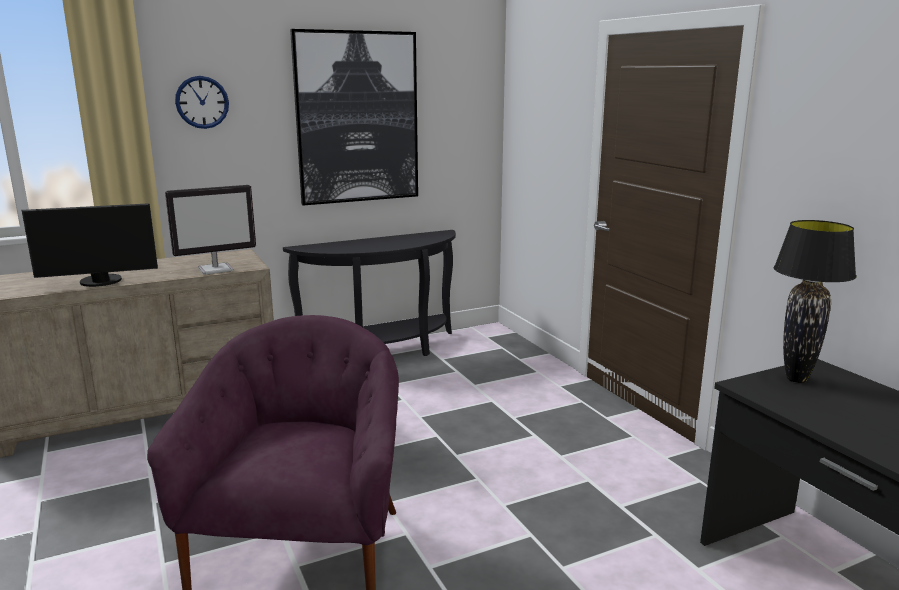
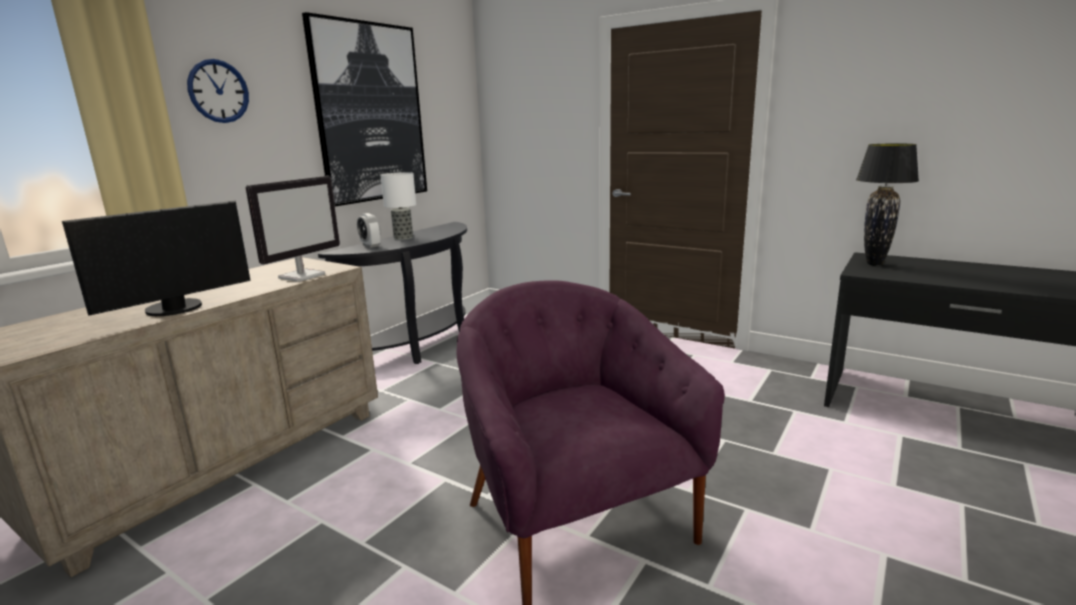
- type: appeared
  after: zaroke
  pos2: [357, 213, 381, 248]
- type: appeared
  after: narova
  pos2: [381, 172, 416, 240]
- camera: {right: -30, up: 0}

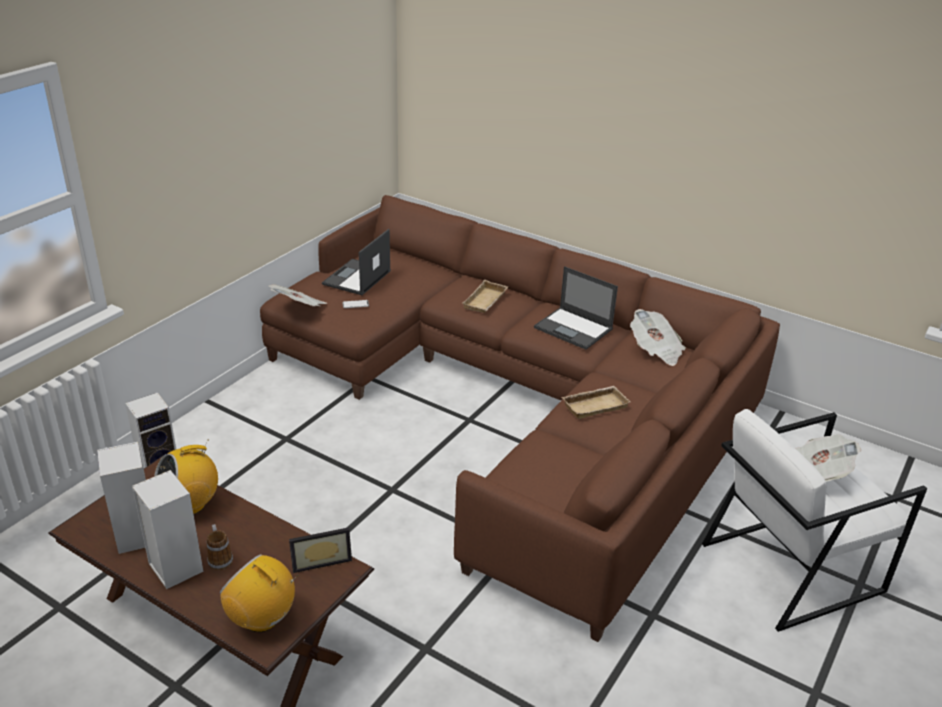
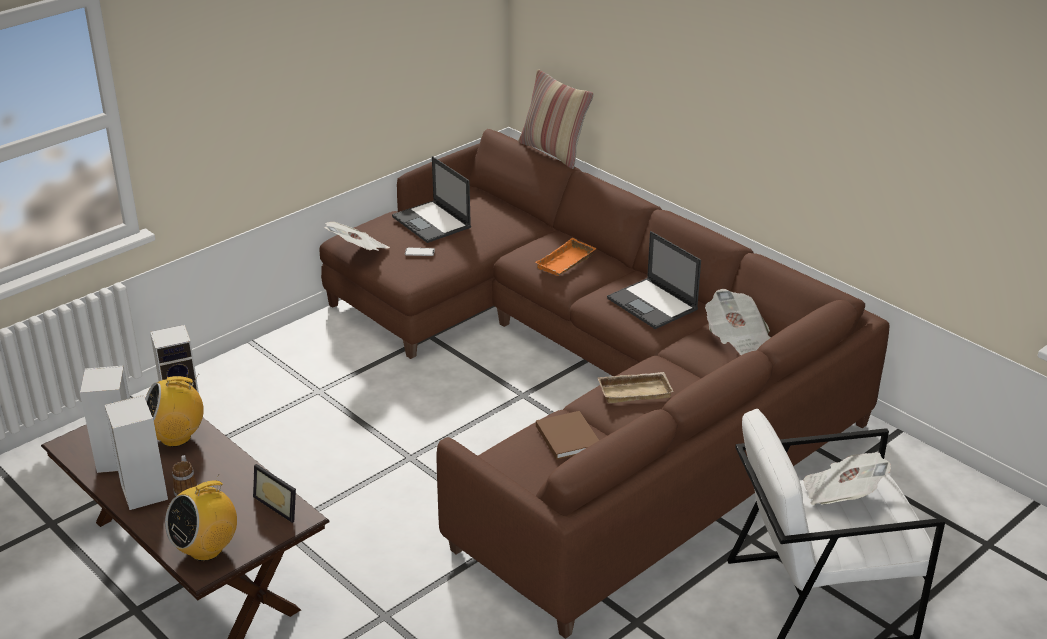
- type: spun
  before: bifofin
  pos1: [220, 554, 299, 632]
  pos2: [165, 474, 237, 561]
  turn: -90
- type: spun
  before: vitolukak
  pos1: [289, 527, 352, 573]
  pos2: [253, 464, 296, 523]
  turn: 45
- type: spun
  before: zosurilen
  pos1: [322, 229, 391, 295]
  pos2: [392, 156, 471, 243]
  turn: -75
- type: appeared
  after: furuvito
  pos2: [518, 69, 594, 169]
- type: colour
  before: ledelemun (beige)
  after: ledelemun (orange)
  pos1: [462, 280, 508, 313]
  pos2: [535, 238, 597, 276]
- type: appeared
  after: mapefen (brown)
  pos2: [536, 411, 599, 460]
- camera: {right: 15, up: 0}

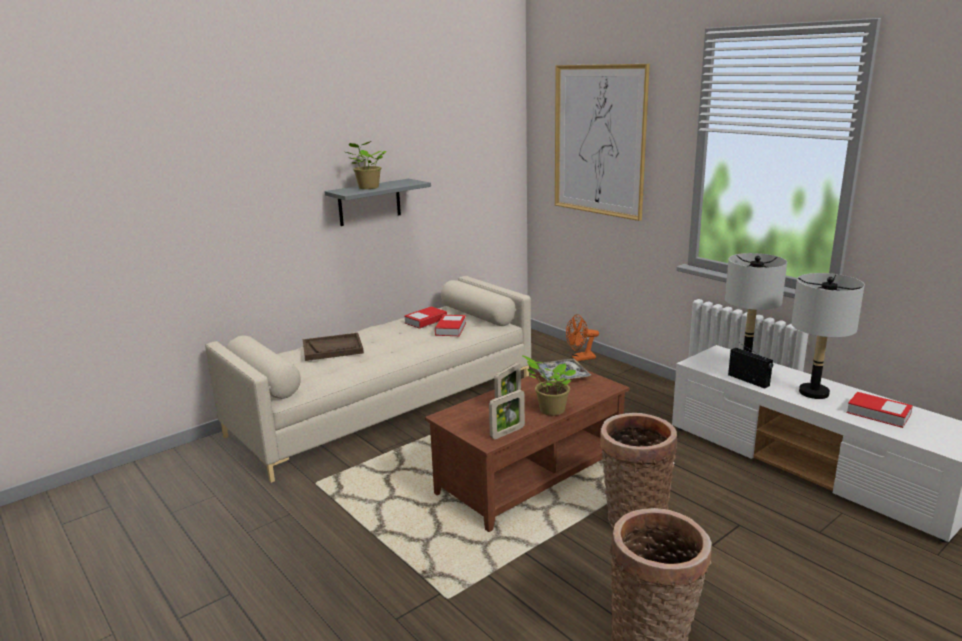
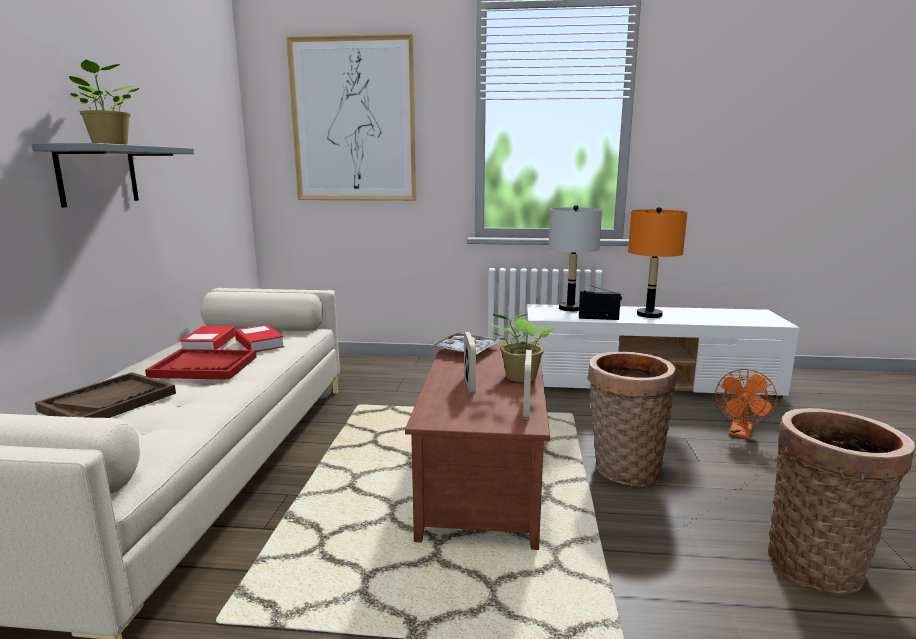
- type: appeared
  after: ledelemun (red)
  pos2: [145, 349, 256, 380]
- type: colour
  before: narova (grey)
  after: narova (orange)
  pos1: [791, 273, 865, 399]
  pos2: [628, 207, 687, 318]
- type: relocated
  before: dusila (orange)
  pos1: [566, 314, 599, 361]
  pos2: [715, 369, 777, 439]
- type: missing
  before: mapefen
  pos1: [847, 392, 913, 428]
- camera: {right: -45, up: -5}

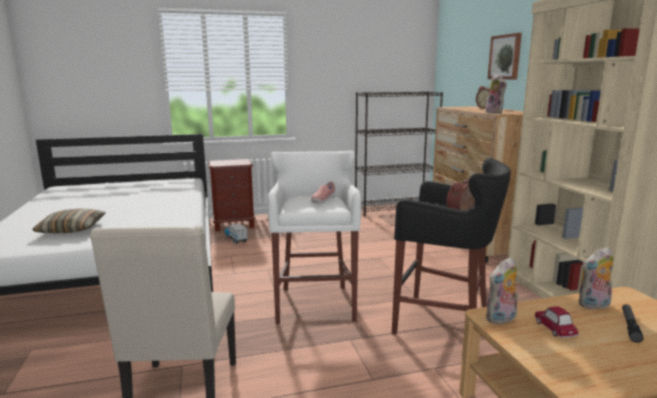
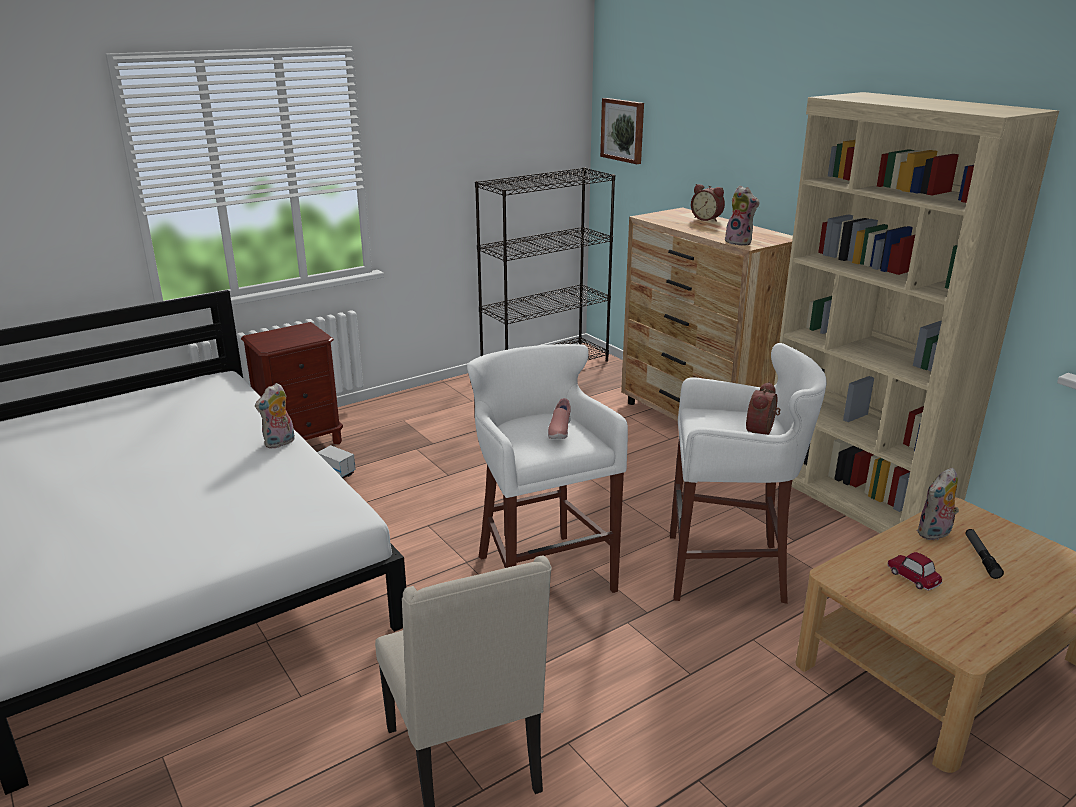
- type: relocated
  before: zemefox
  pos1: [485, 257, 519, 324]
  pos2: [255, 383, 295, 449]
- type: relocated
  before: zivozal
  pos1: [488, 33, 522, 79]
  pos2: [600, 98, 644, 164]
- type: colour
  before: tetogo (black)
  after: tetogo (white)
  pos1: [392, 158, 511, 335]
  pos2: [670, 343, 827, 604]
- type: missing
  before: furuvito
  pos1: [32, 208, 106, 233]
- camera: {right: -20, up: 10}

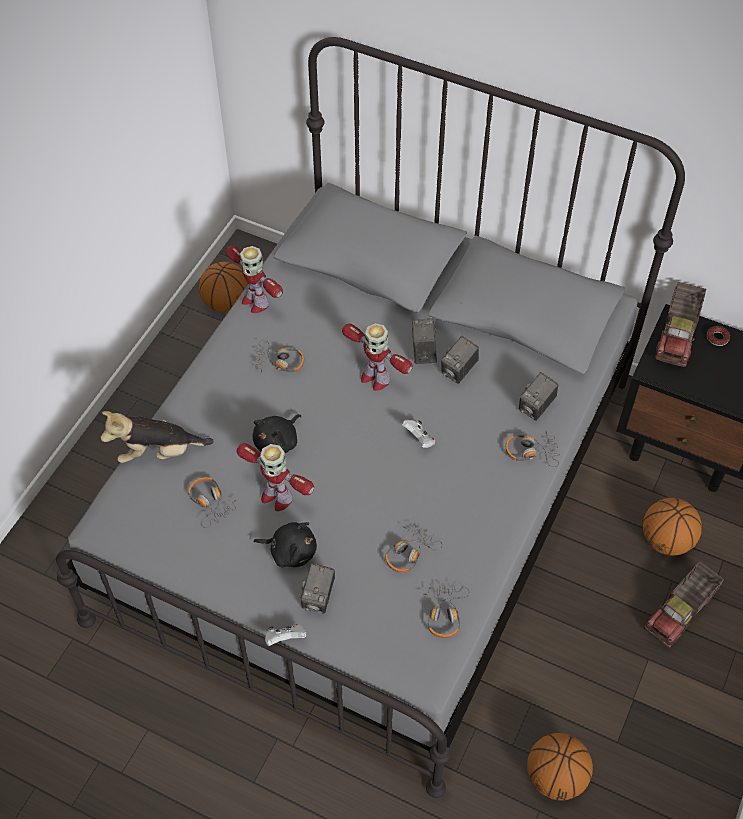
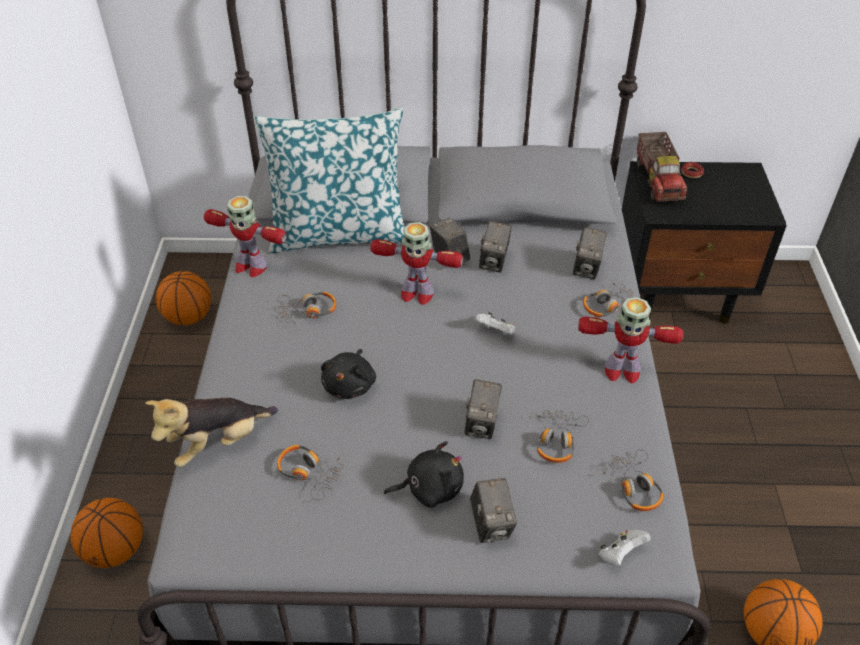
- type: relocated
  before: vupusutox
  pos1: [643, 498, 702, 556]
  pos2: [71, 498, 143, 568]
- type: appeared
  after: furuvito
  pos2: [254, 108, 404, 254]
- type: appeared
  after: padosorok
  pos2: [464, 379, 502, 439]
- type: relocated
  before: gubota
  pos1: [237, 443, 314, 511]
  pos2: [578, 297, 683, 383]
- type: relocated
  before: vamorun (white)
  pos1: [265, 623, 306, 646]
  pos2: [599, 530, 651, 566]
- type: missing
  before: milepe
  pos1: [644, 561, 724, 648]
- camera: {right: -25, up: -10}

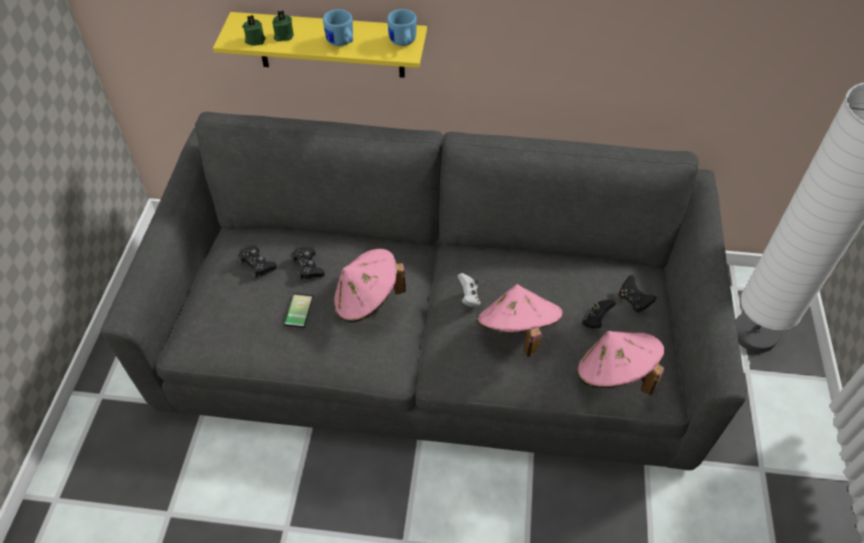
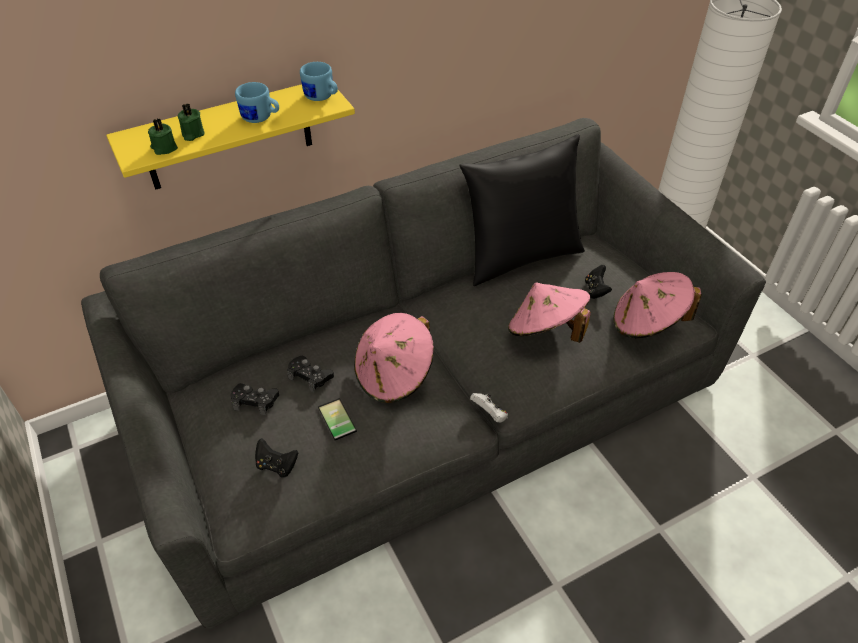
- type: relocated
  before: vamorun (black)
  pos1: [619, 275, 656, 312]
  pos2: [255, 438, 298, 478]
- type: appeared
  after: furuvito (black)
  pos2: [459, 134, 585, 286]
- type: relocated
  before: vamorun (white)
  pos1: [458, 273, 481, 307]
  pos2: [470, 393, 508, 423]
- camera: {right: -35, up: -5}

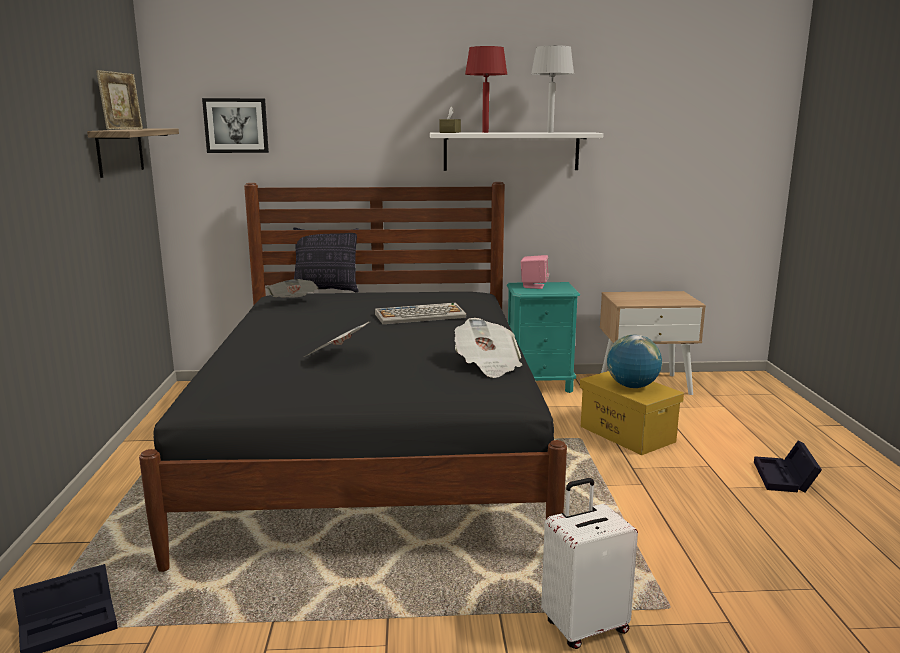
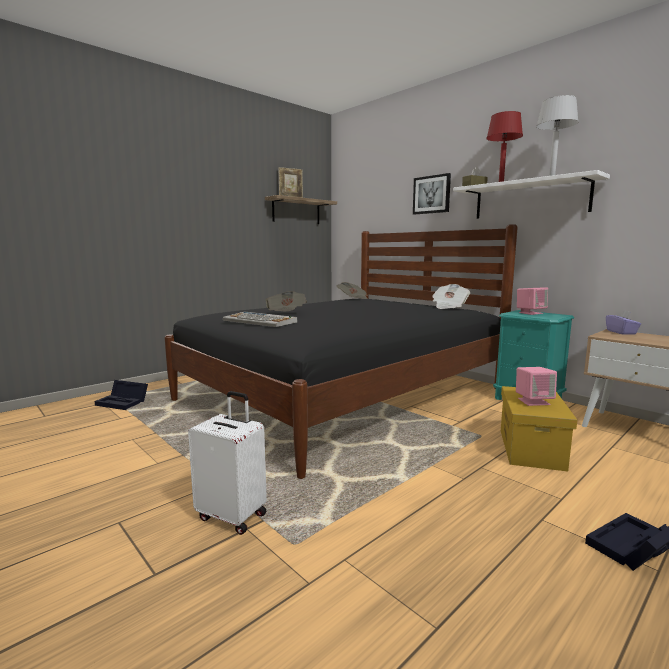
- type: relocated
  before: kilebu
  pos1: [375, 303, 466, 324]
  pos2: [223, 311, 297, 327]
- type: relocated
  before: zivozal
  pos1: [202, 98, 269, 153]
  pos2: [413, 173, 451, 215]
- type: relocated
  before: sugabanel
  pos1: [454, 318, 522, 378]
  pos2: [432, 284, 470, 309]
- type: exchanged
  before: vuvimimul
  after: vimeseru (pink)
  pos1: [607, 335, 662, 388]
  pos2: [516, 367, 557, 406]
- type: appeared
  after: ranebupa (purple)
  pos2: [606, 310, 641, 334]
- type: missing
  before: furuvito
  pos1: [293, 227, 359, 293]
- camera: {right: 50, up: -5}

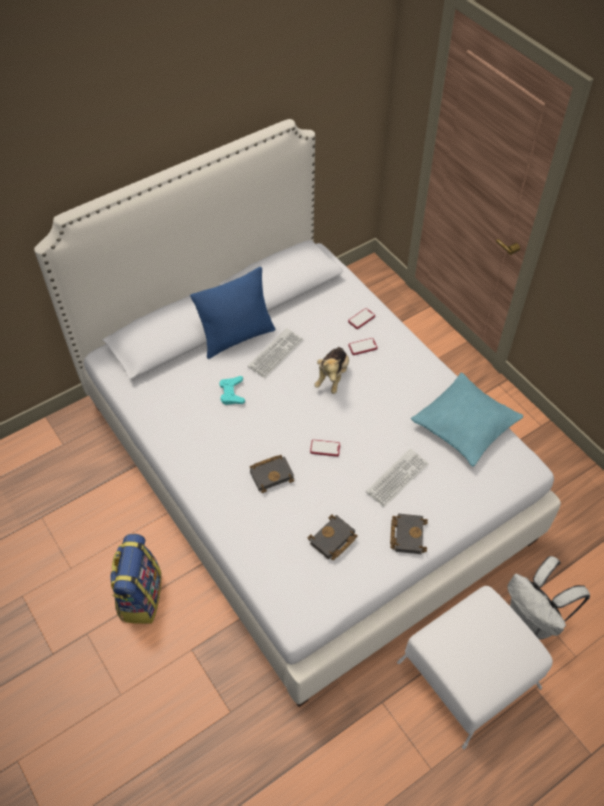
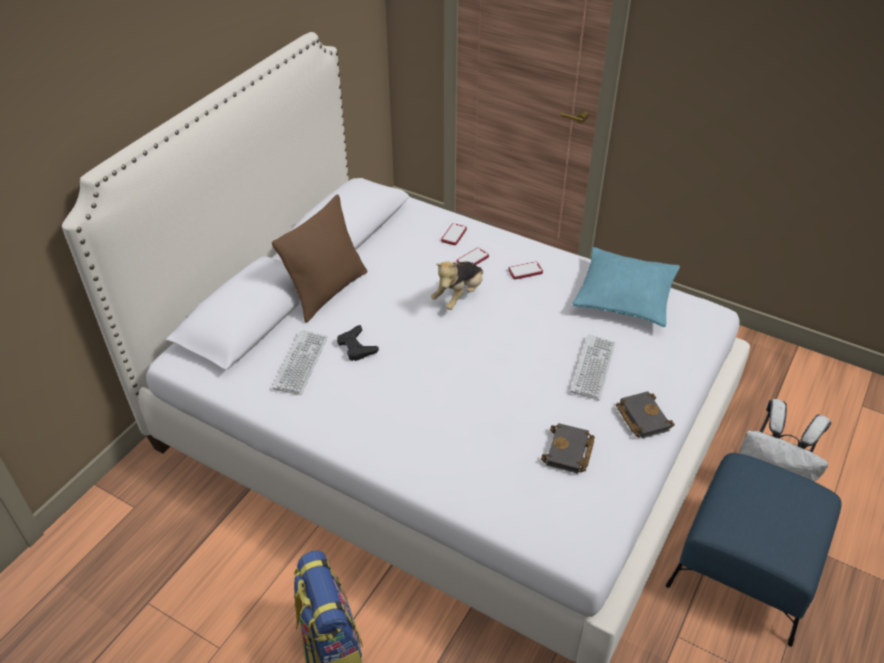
- type: colour
  before: furuvito (blue)
  after: furuvito (brown)
  pos1: [190, 267, 276, 359]
  pos2: [272, 194, 367, 322]
- type: relocated
  before: kilebu
  pos1: [248, 328, 303, 378]
  pos2: [273, 330, 328, 395]
- type: colour
  before: vamorun (turquoise)
  after: vamorun (black)
  pos1: [219, 376, 245, 405]
  pos2: [337, 325, 379, 361]
- type: spun
  before: zemefox
  pos1: [314, 347, 349, 394]
  pos2: [431, 261, 483, 310]
  turn: 45
- type: relocated
  before: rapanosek
  pos1: [310, 439, 340, 457]
  pos2: [508, 262, 543, 280]
- type: colour
  before: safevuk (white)
  after: safevuk (blue)
  pos1: [397, 586, 553, 749]
  pos2: [666, 453, 842, 647]
- type: missing
  before: mapefen (black)
  pos1: [250, 455, 294, 493]
- camera: {right: -25, up: -10}

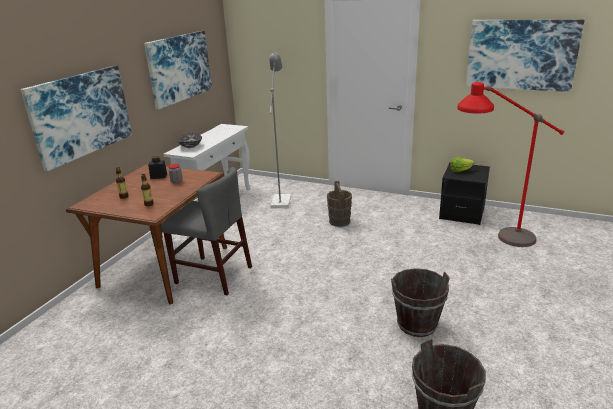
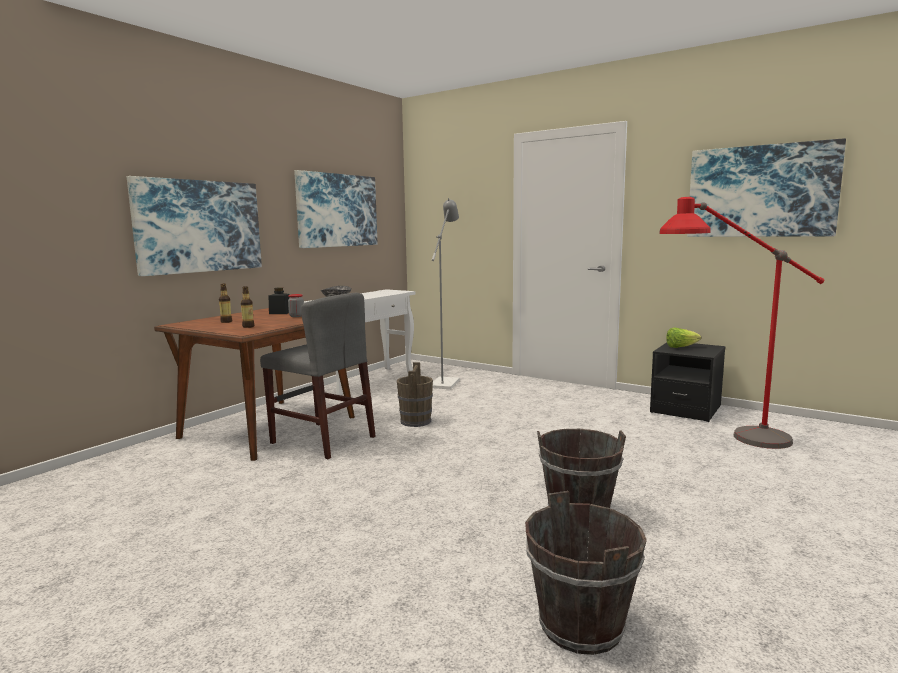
- type: relocated
  before: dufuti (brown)
  pos1: [327, 181, 352, 227]
  pos2: [397, 362, 433, 427]
- camera: {right: 10, up: -15}

